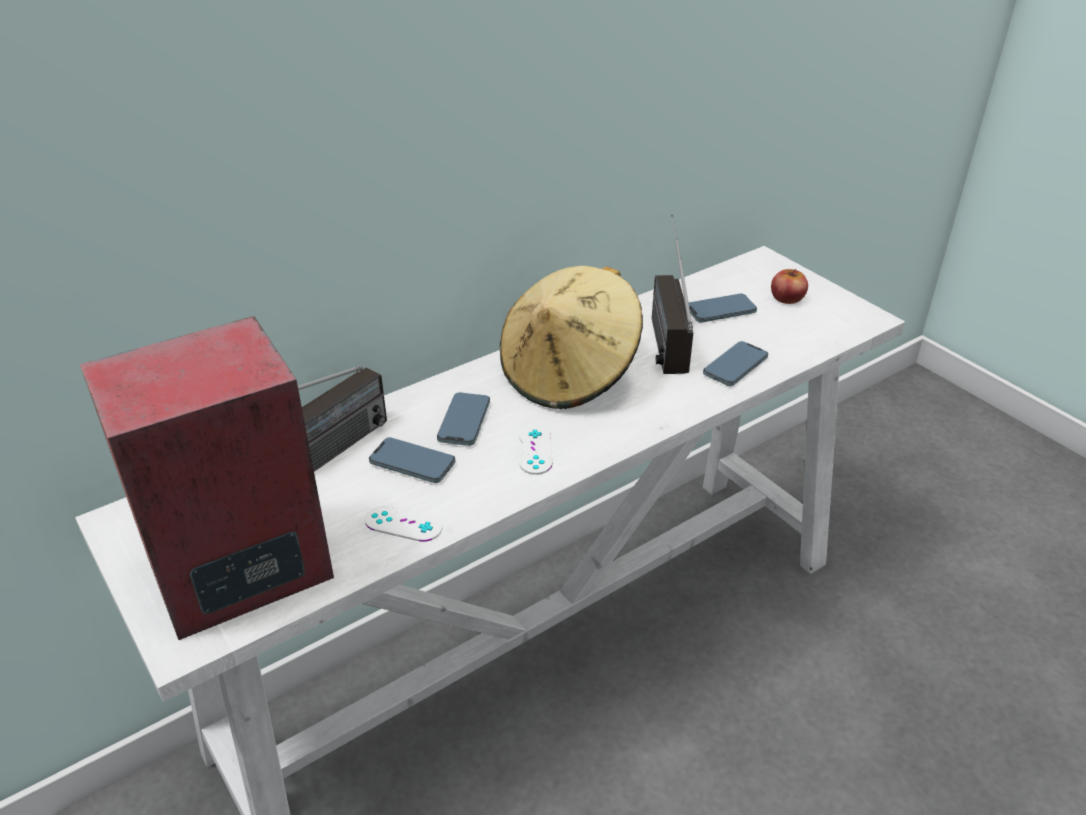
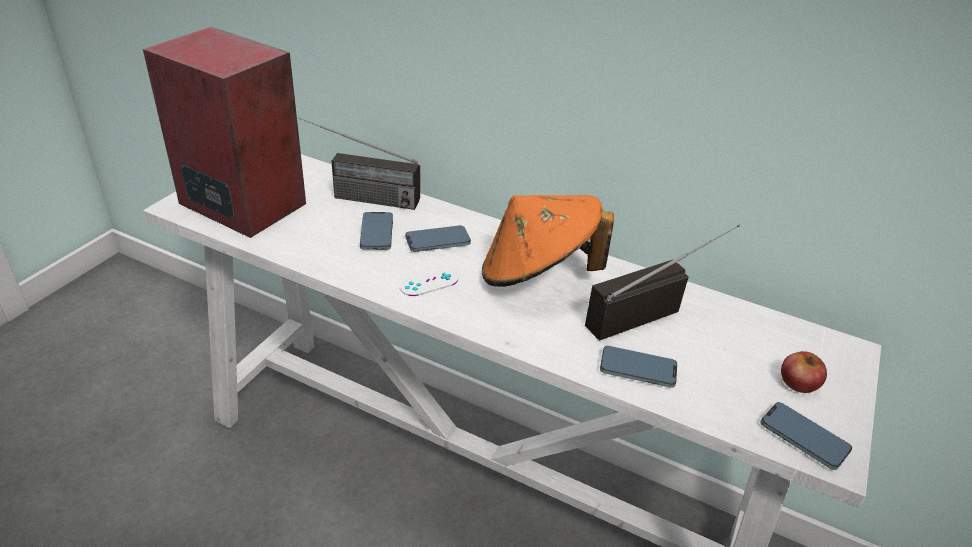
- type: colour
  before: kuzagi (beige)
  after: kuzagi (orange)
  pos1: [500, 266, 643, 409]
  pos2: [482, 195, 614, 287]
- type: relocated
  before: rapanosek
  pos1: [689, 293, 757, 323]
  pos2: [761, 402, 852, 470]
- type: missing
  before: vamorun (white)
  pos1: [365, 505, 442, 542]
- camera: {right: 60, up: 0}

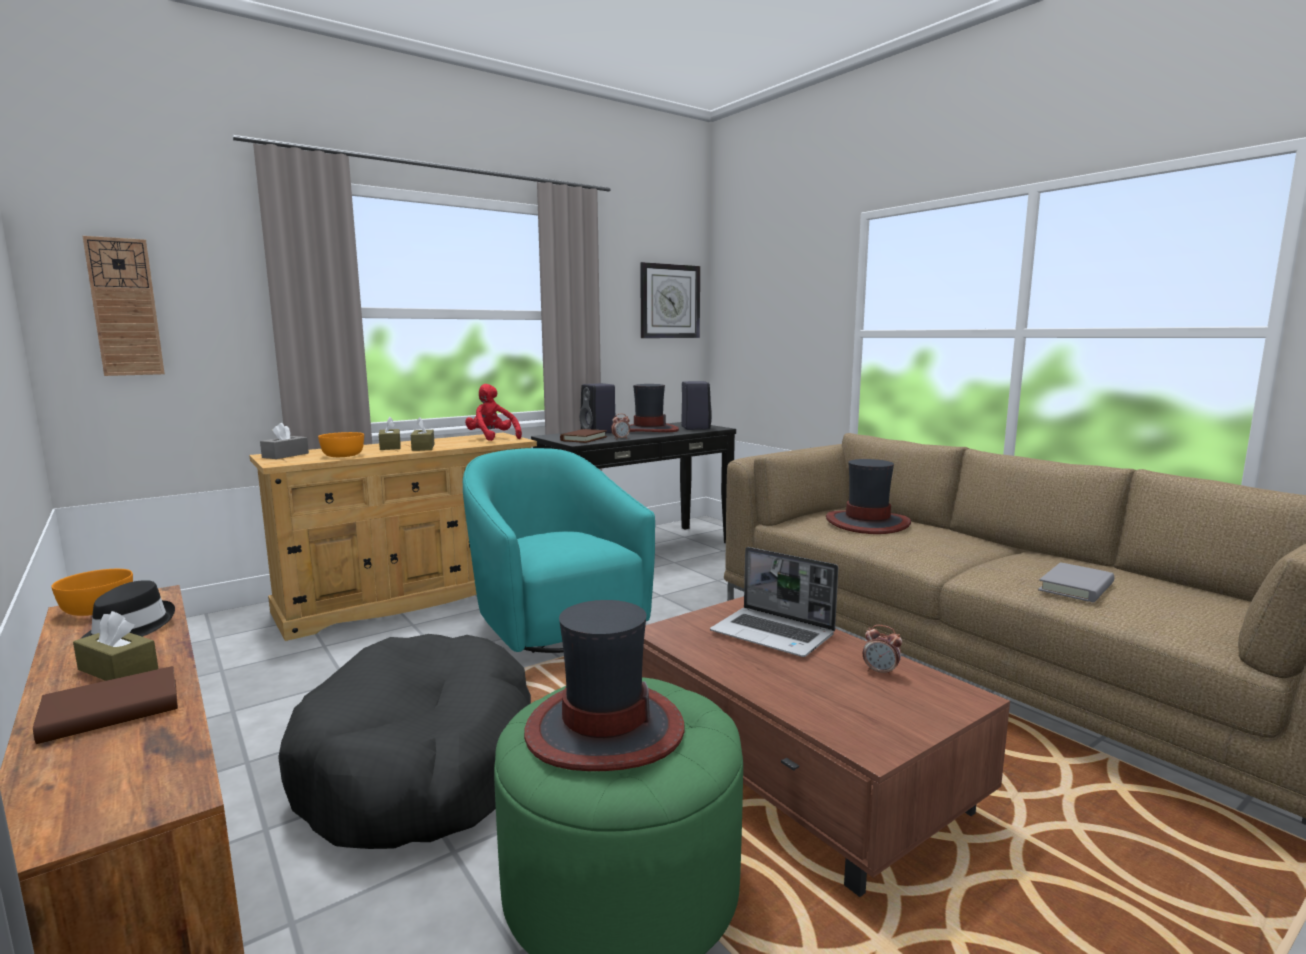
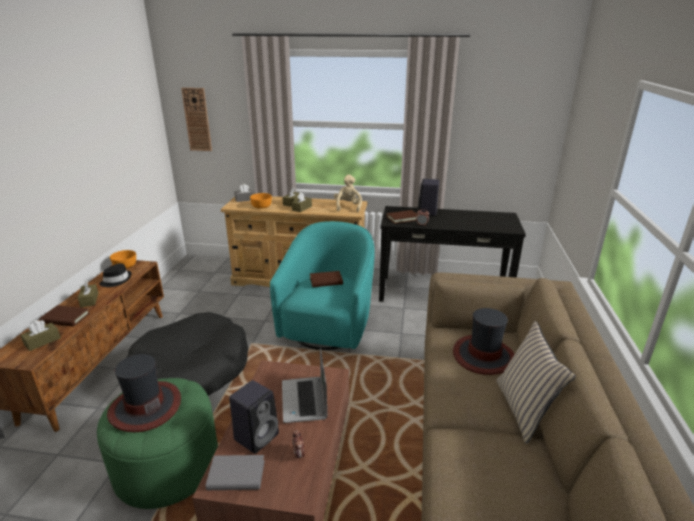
- type: appeared
  after: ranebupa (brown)
  pos2: [21, 320, 61, 351]
- type: relocated
  before: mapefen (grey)
  pos1: [1038, 562, 1114, 602]
  pos2: [206, 455, 265, 490]
- type: relocated
  before: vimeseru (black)
  pos1: [681, 381, 712, 430]
  pos2: [229, 380, 279, 454]
- type: appeared
  after: mapefen (brown)
  pos2: [310, 271, 343, 287]
- type: colour
  before: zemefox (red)
  after: zemefox (beige)
  pos1: [465, 384, 522, 441]
  pos2: [334, 174, 362, 212]
- type: appeared
  after: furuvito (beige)
  pos2: [496, 321, 576, 444]
- type: missing
  before: kuzagi
  pos1: [630, 384, 679, 432]
- type: missing
  before: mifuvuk
  pos1: [640, 262, 700, 338]
- camera: {right: 45, up: 15}

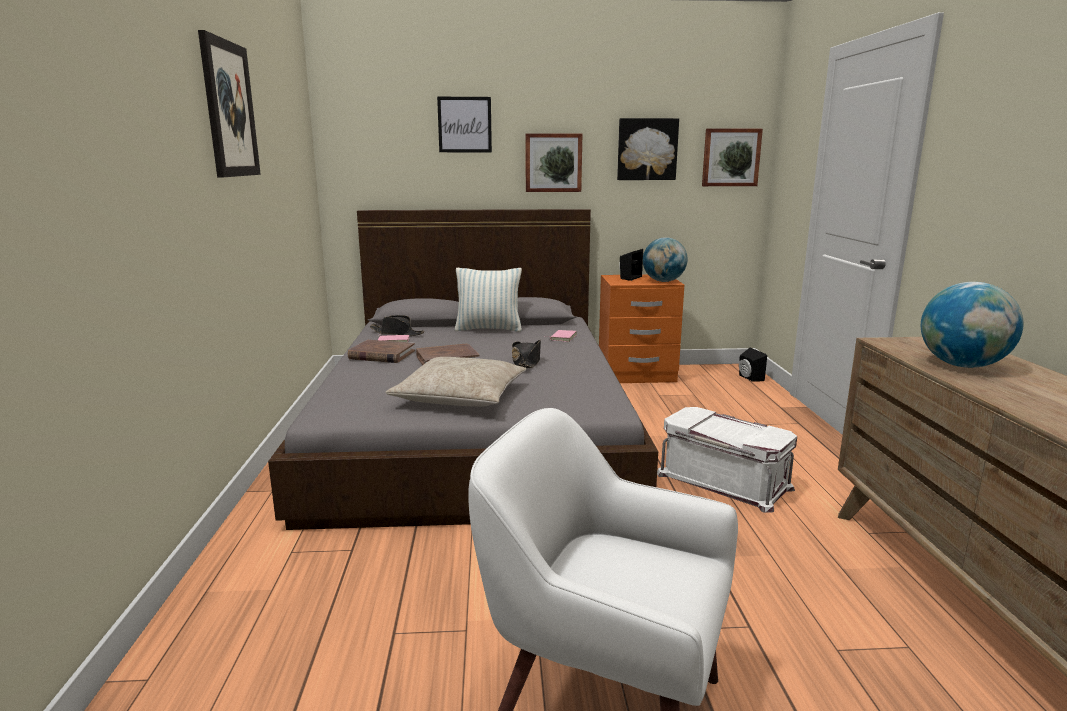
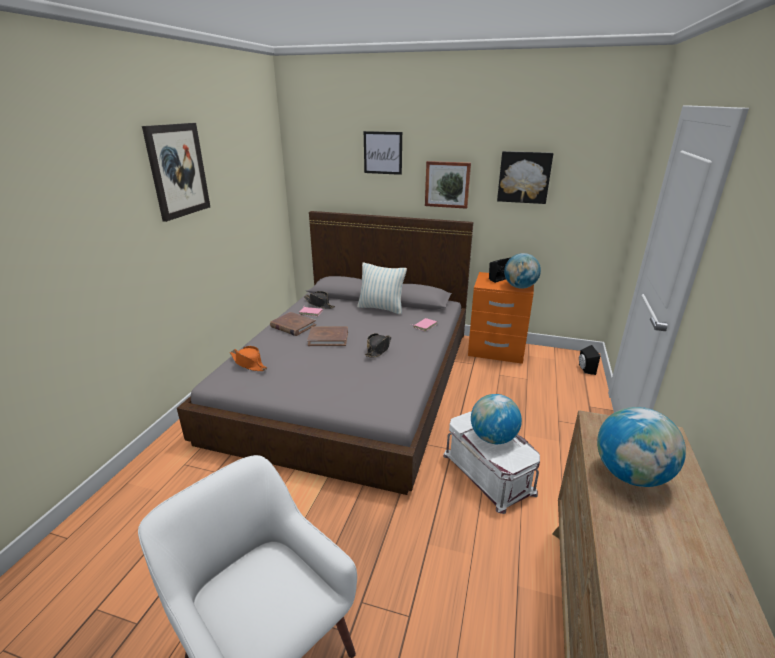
- type: appeared
  after: kuzagi (orange)
  pos2: [230, 346, 267, 371]
- type: appeared
  after: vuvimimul
  pos2: [471, 394, 522, 444]
- type: missing
  before: furuvito (beige)
  pos1: [386, 357, 527, 407]
- type: missing
  before: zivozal
  pos1: [702, 128, 763, 186]
- camera: {right: 20, up: 10}

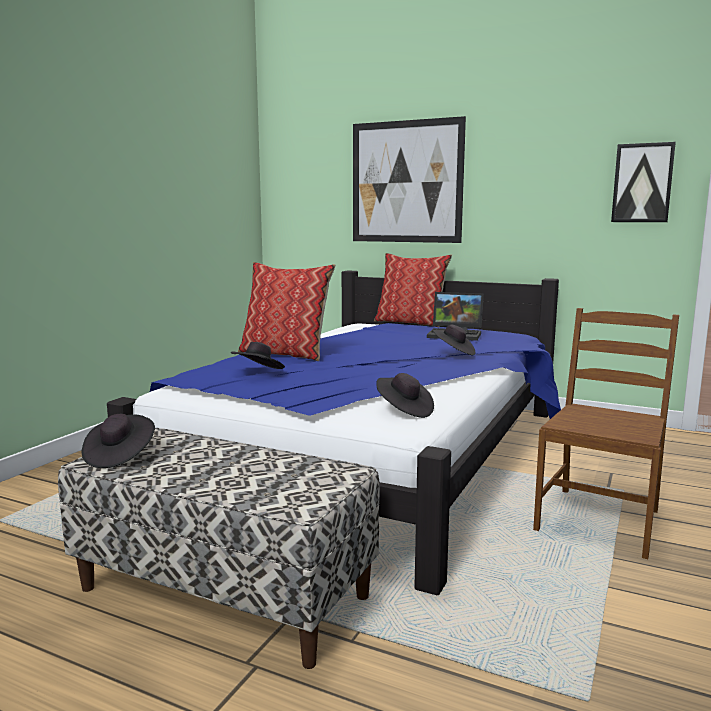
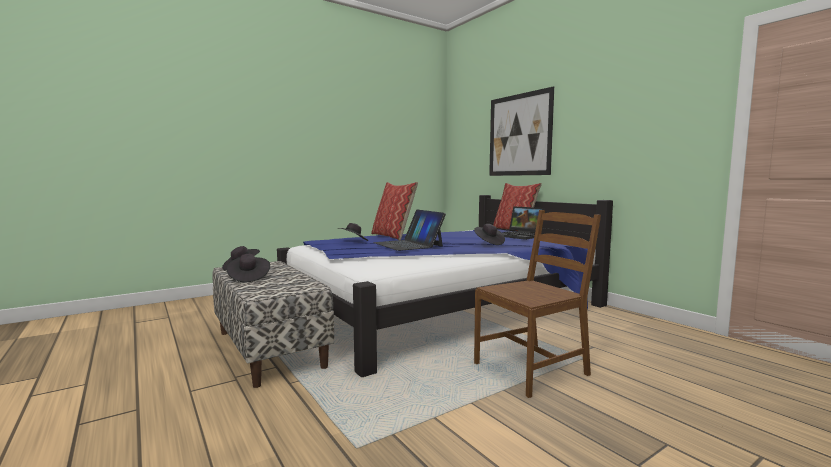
- type: relocated
  before: kuzagi (black)
  pos1: [376, 373, 434, 418]
  pos2: [226, 254, 270, 282]
- type: appeared
  after: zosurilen
  pos2: [373, 210, 446, 251]
- type: missing
  before: zivozal
  pos1: [611, 142, 676, 222]
- camera: {right: 30, up: -5}

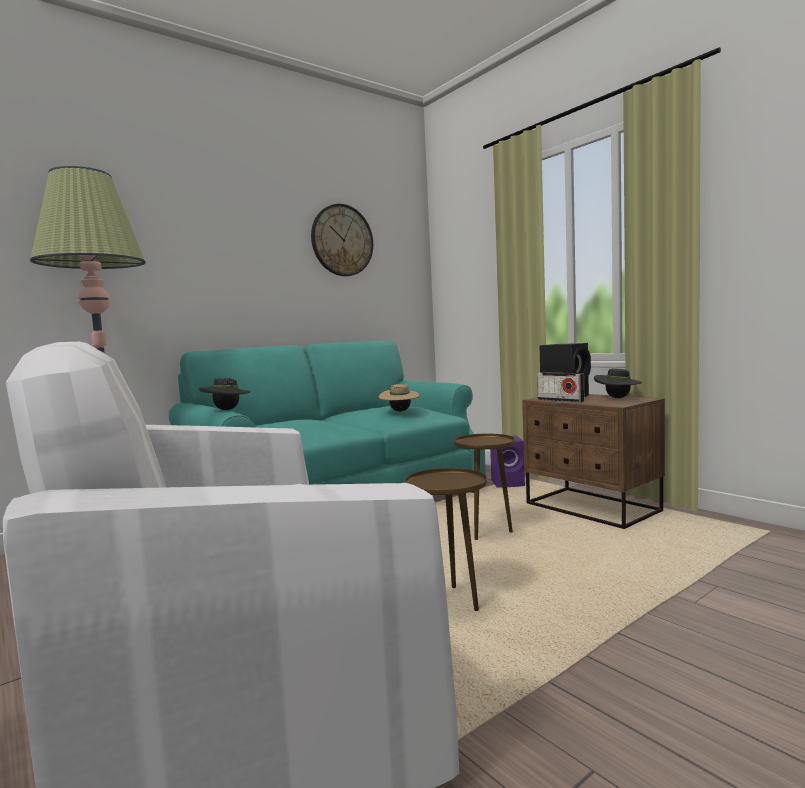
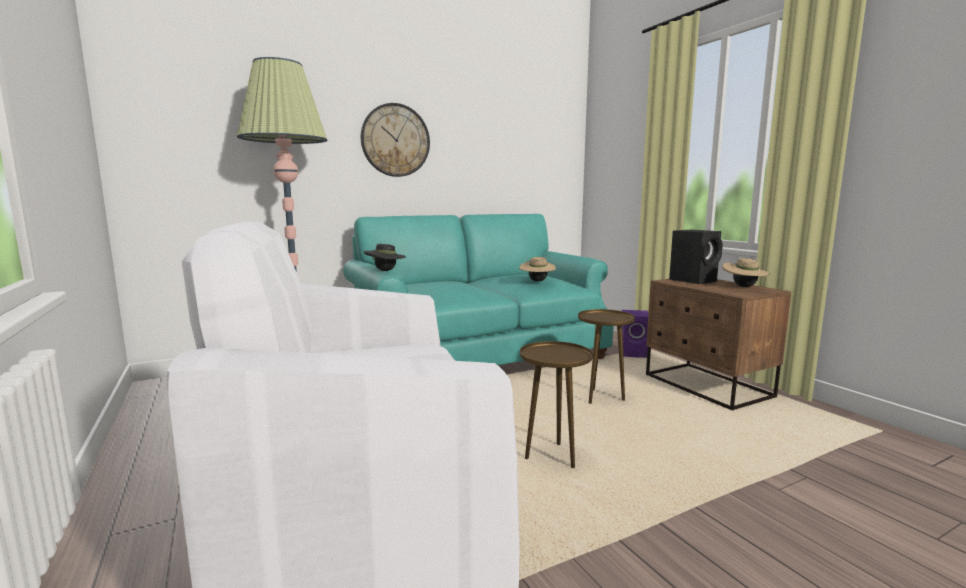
- type: relocated
  before: mifuvuk
  pos1: [311, 204, 373, 276]
  pos2: [360, 103, 430, 177]
- type: colour
  before: kuzagi (black)
  after: kuzagi (beige)
  pos1: [594, 369, 642, 398]
  pos2: [722, 258, 770, 287]
- type: missing
  before: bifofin
  pos1: [537, 372, 585, 402]
- camera: {right: 10, up: 5}

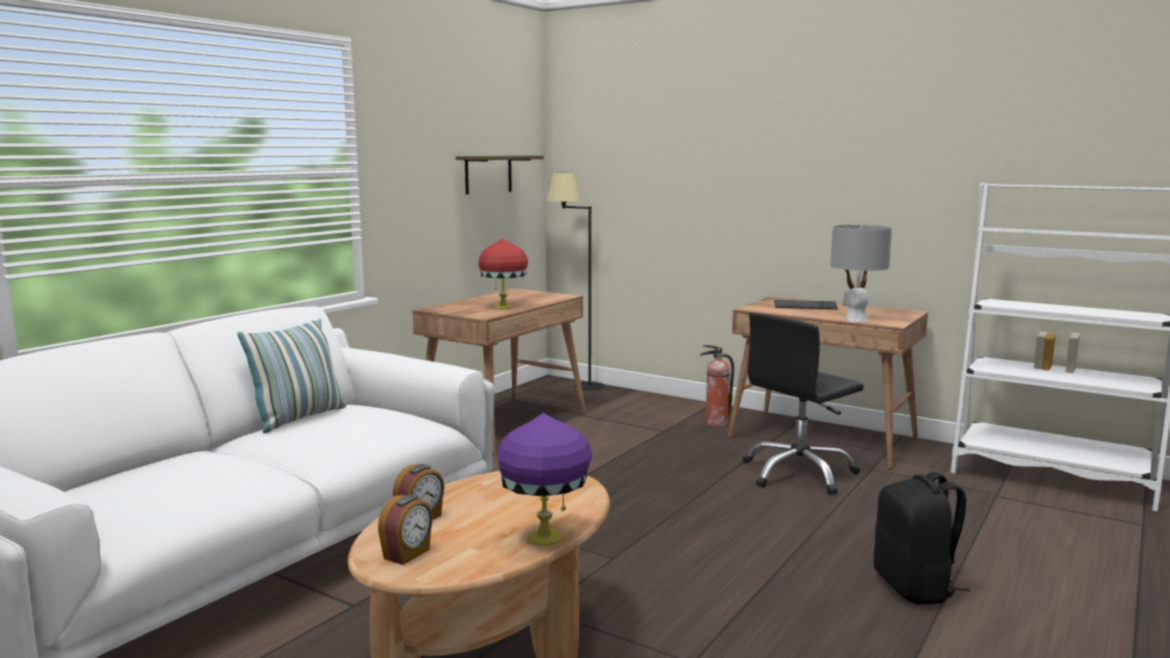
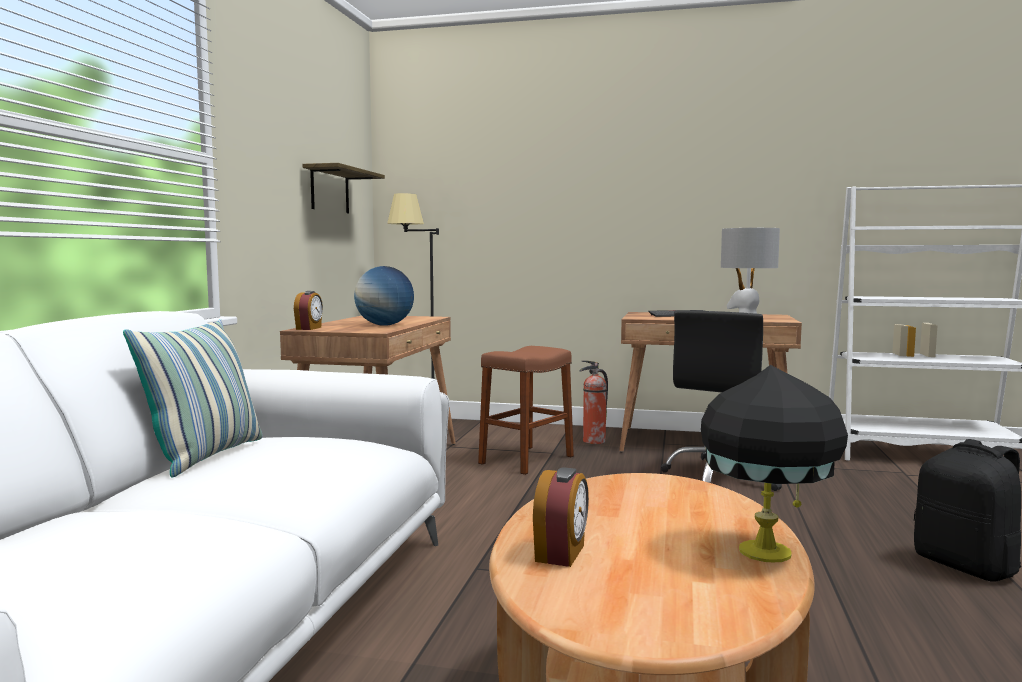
- type: relocated
  before: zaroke
  pos1: [378, 494, 433, 565]
  pos2: [294, 291, 323, 330]
- type: exchanged
  before: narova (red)
  after: vuvimimul
  pos1: [479, 239, 528, 309]
  pos2: [354, 266, 414, 326]
- type: appeared
  after: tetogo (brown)
  pos2: [478, 346, 574, 475]
- type: colour
  before: narova (purple)
  after: narova (black)
  pos1: [498, 413, 592, 546]
  pos2: [701, 365, 848, 562]
- camera: {right: -20, up: -5}

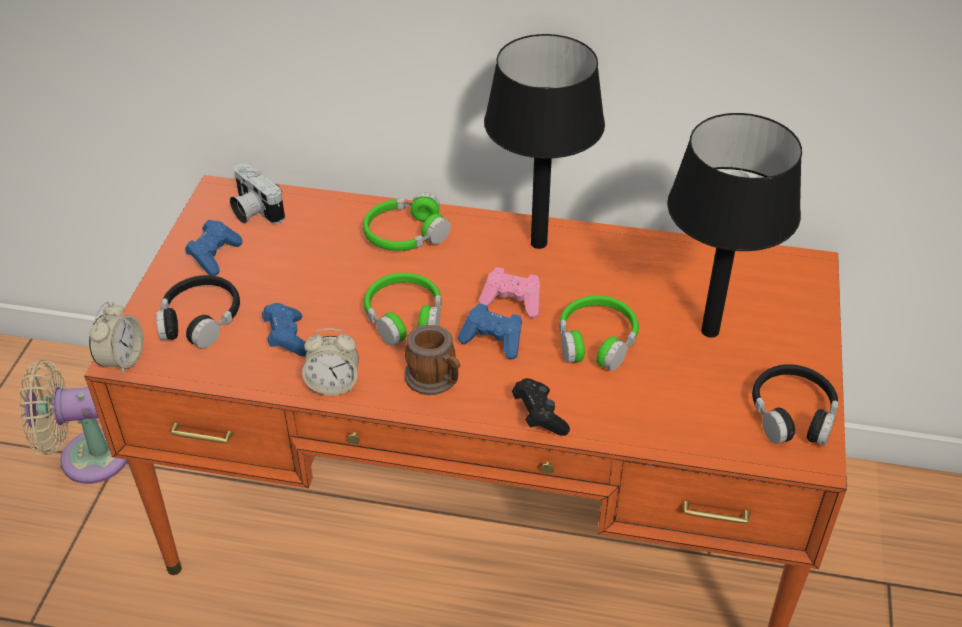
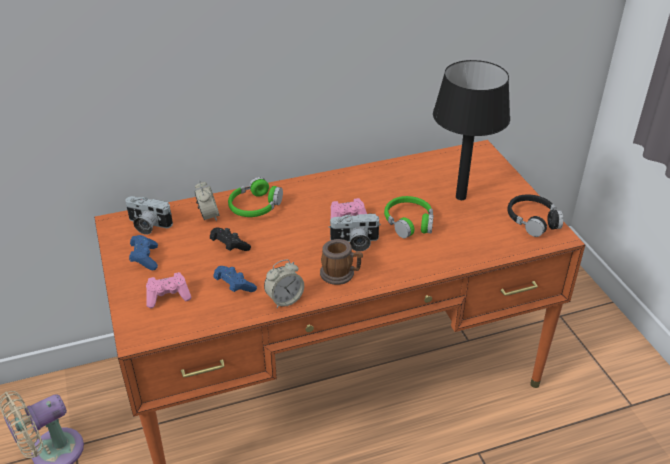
- type: exchanged
  before: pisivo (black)
  after: vamorun (pink)
  pos1: [156, 275, 240, 349]
  pos2: [146, 272, 191, 308]
- type: relocated
  before: zaroke
  pos1: [89, 302, 143, 375]
  pos2: [194, 180, 220, 222]
- type: relocated
  before: vamorun (black)
  pos1: [512, 378, 570, 436]
  pos2: [210, 228, 251, 251]
- type: exchanged
  before: vamorun (blue)
  after: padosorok
  pos1: [458, 304, 522, 360]
  pos2: [328, 213, 380, 252]
- type: missing
  before: pisivo (green)
  pos1: [364, 273, 441, 346]
- type: missing
  before: narova (black)
  pos1: [484, 34, 605, 249]
- camera: {right: -30, up: -5}

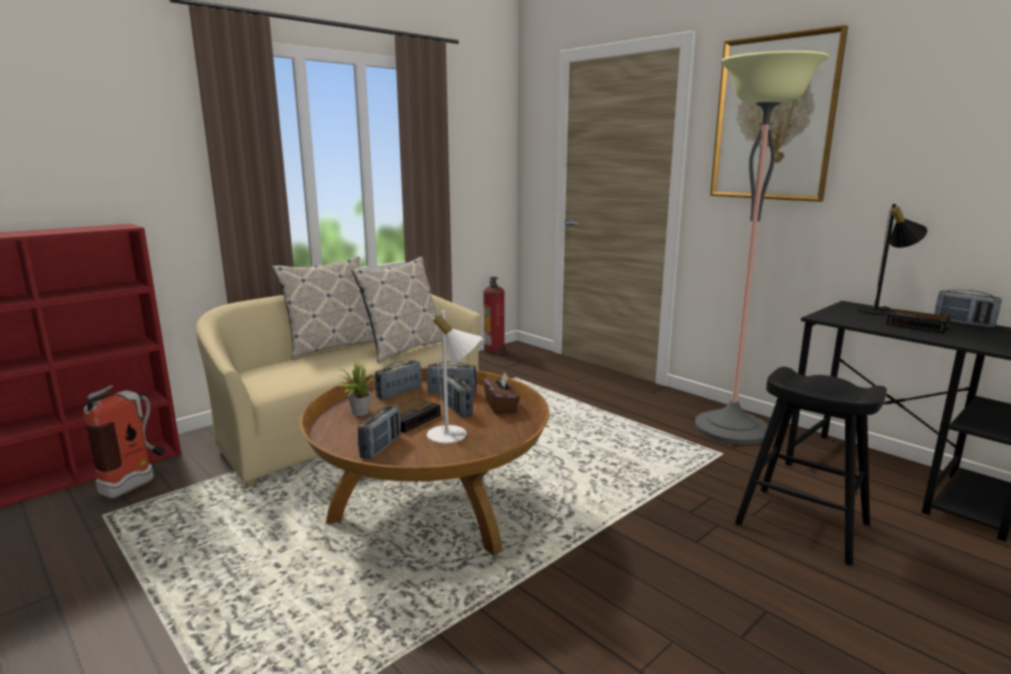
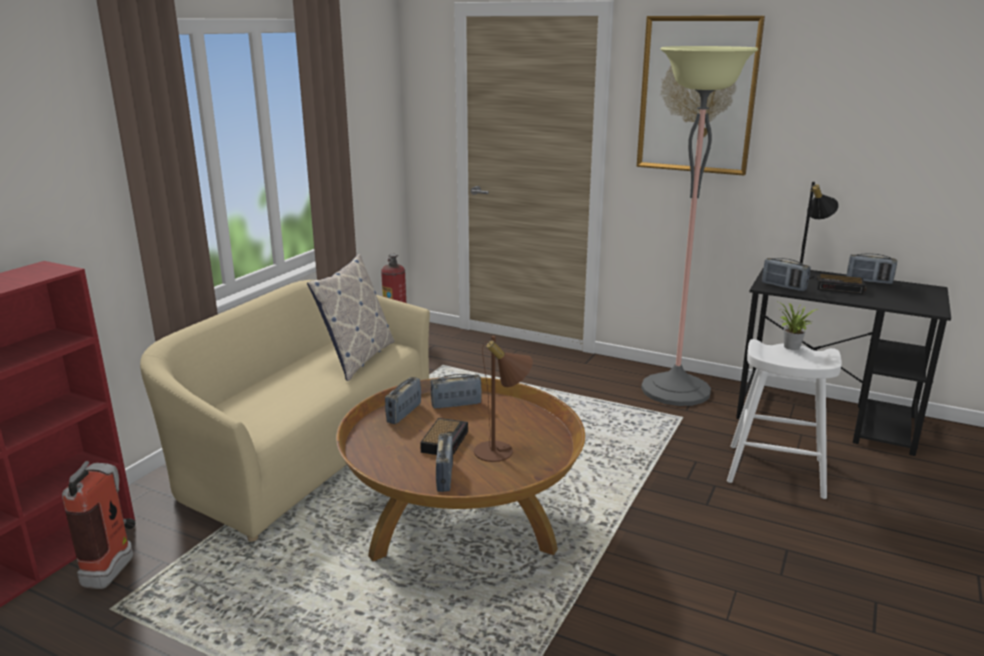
- type: colour
  before: narova (white)
  after: narova (brown)
  pos1: [427, 311, 482, 444]
  pos2: [474, 336, 533, 462]
- type: colour
  before: tetogo (black)
  after: tetogo (white)
  pos1: [735, 367, 887, 565]
  pos2: [727, 339, 842, 499]
- type: relocated
  before: bifofin
  pos1: [441, 373, 473, 418]
  pos2: [762, 258, 810, 291]
- type: relocated
  before: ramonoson
  pos1: [337, 361, 375, 416]
  pos2: [778, 302, 818, 350]
- type: missing
  before: furuvito
  pos1: [272, 256, 375, 360]
- type: missing
  before: ranebupa (brown)
  pos1: [484, 371, 520, 414]
- camera: {right: -20, up: 5}

